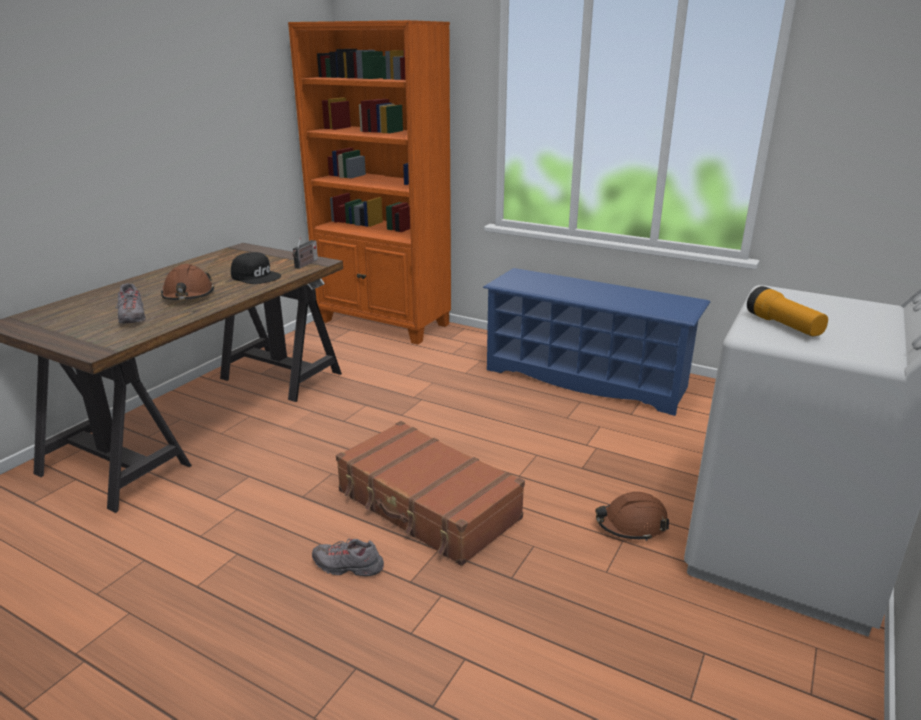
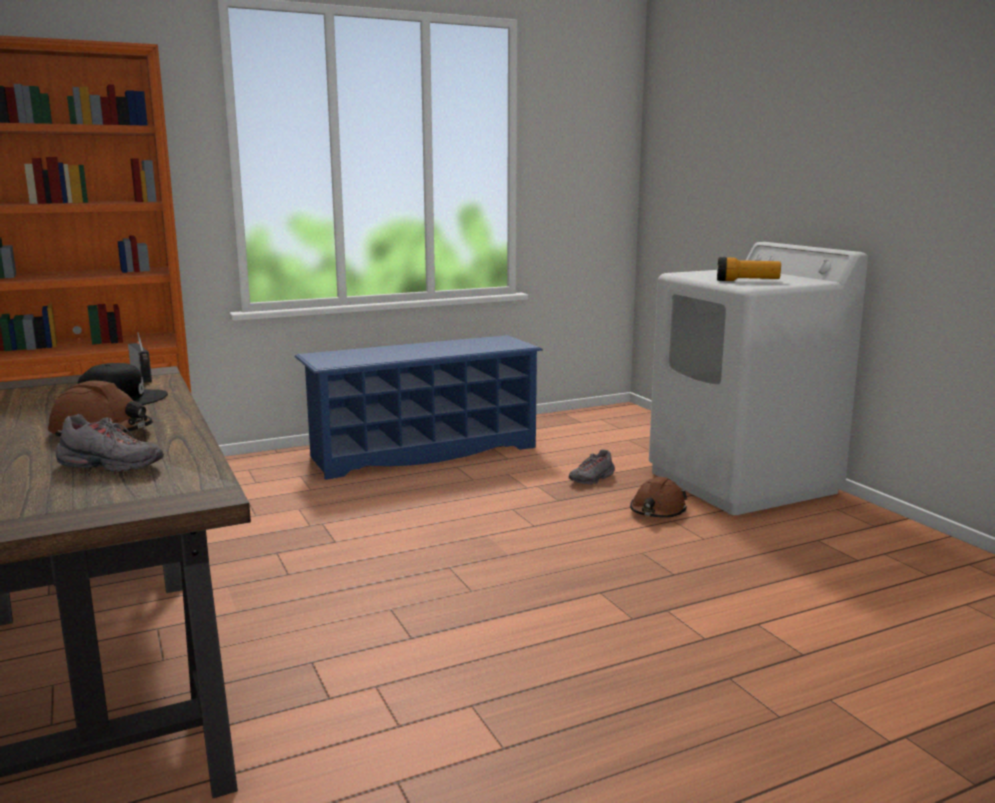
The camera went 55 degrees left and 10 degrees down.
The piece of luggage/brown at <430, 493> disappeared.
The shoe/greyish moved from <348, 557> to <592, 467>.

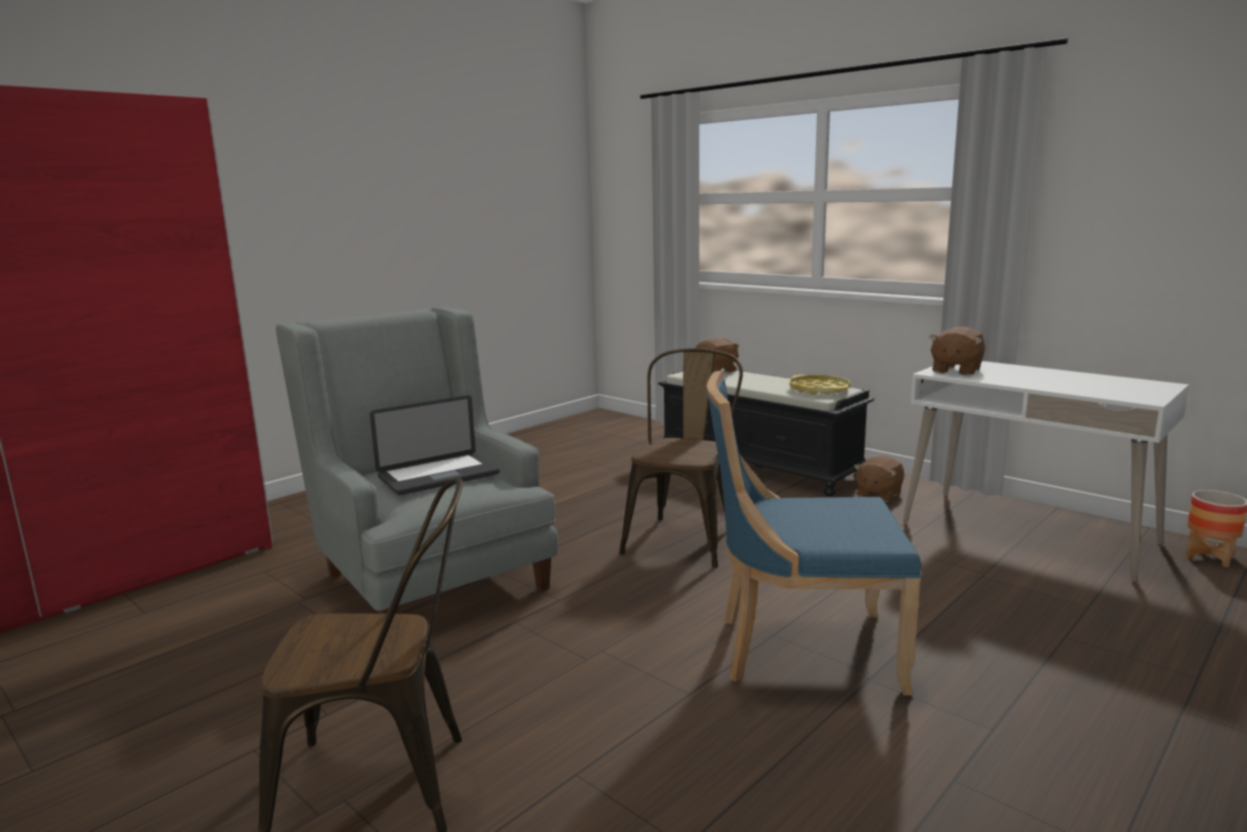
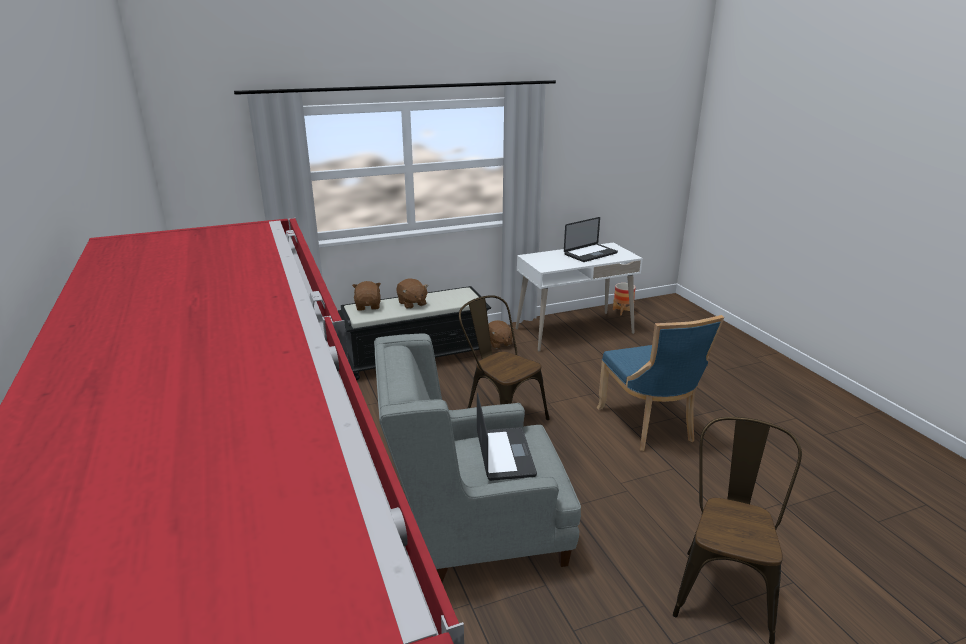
The camera went 65 degrees left and 10 degrees up.
The plush toy/brown moved from <957, 351> to <412, 294>.
The plain chair/blue at <814, 533> turned 45 degrees counterclockwise.
The carrying tray/yellow-coloured at <819, 385> disappeared.
The laptop at <591, 239> appeared.

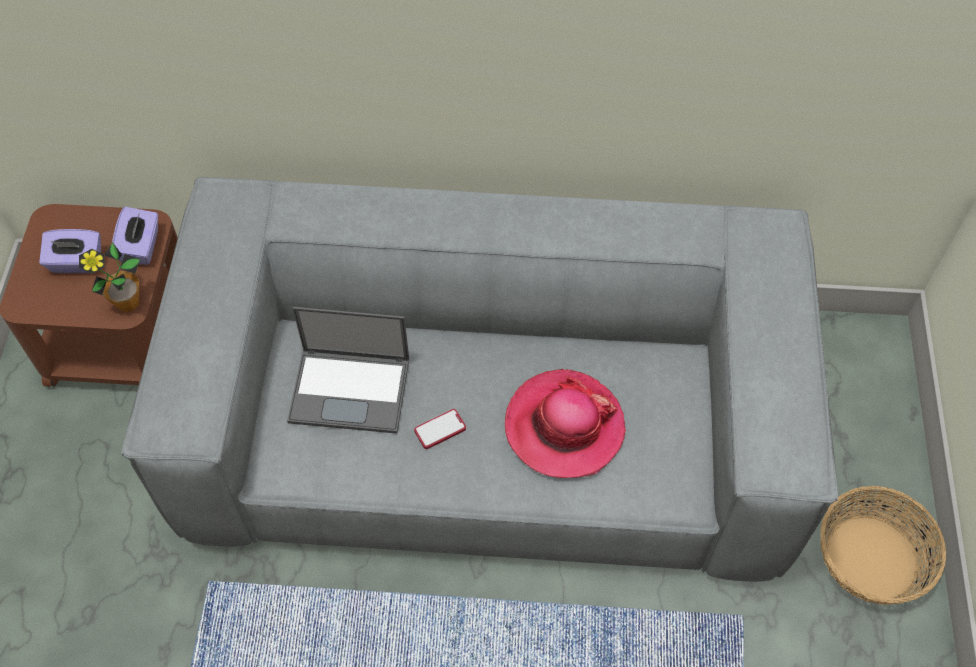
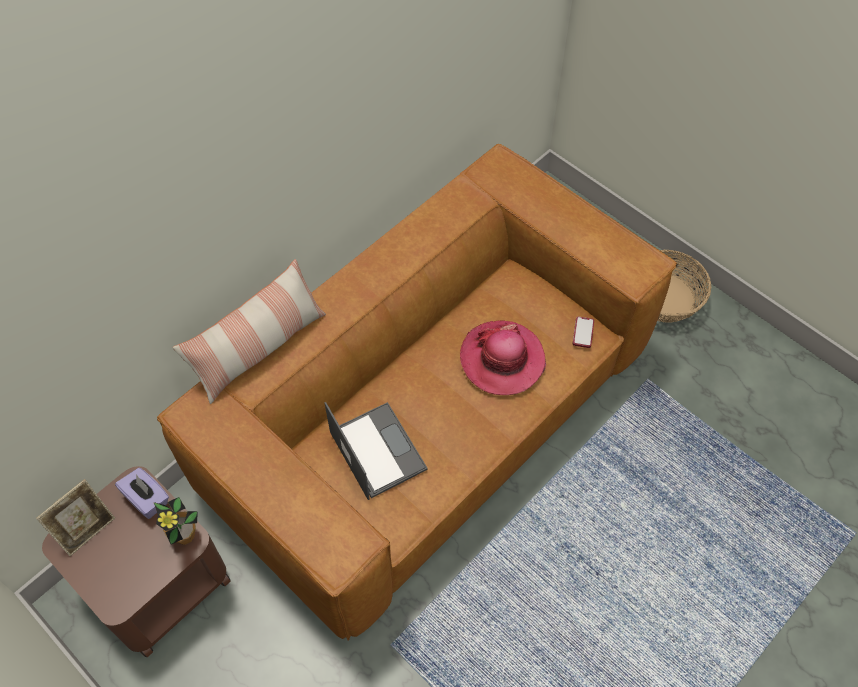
The camera went 50 degrees left and 0 degrees up.
The settee/greyish at <479, 379> became the settee/brown at <417, 392>.
The tissue box/purple at <70, 251> disappeared.
The laptop at <348, 370> turned 75 degrees counterclockwise.
The handset moved from <440, 429> to <583, 332>.
The cushion at <249, 331> appeared.
The standing frame at <75, 517> appeared.

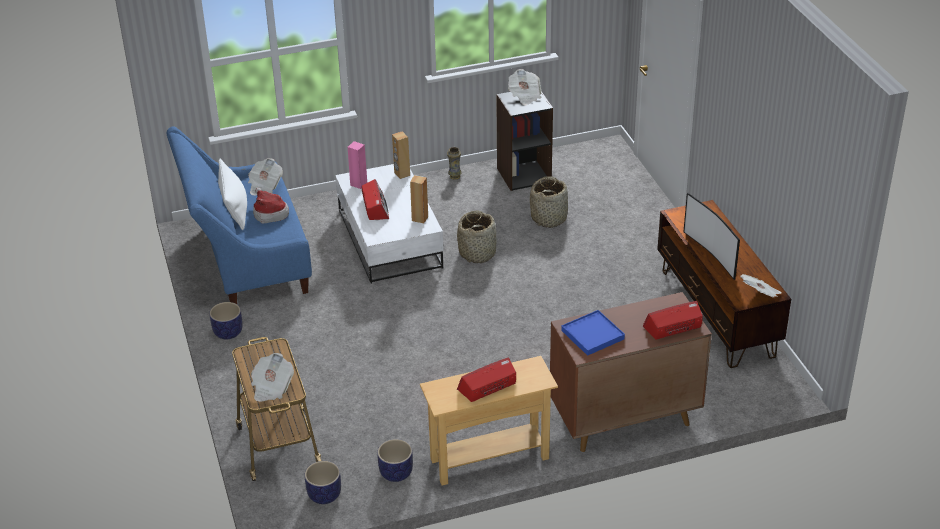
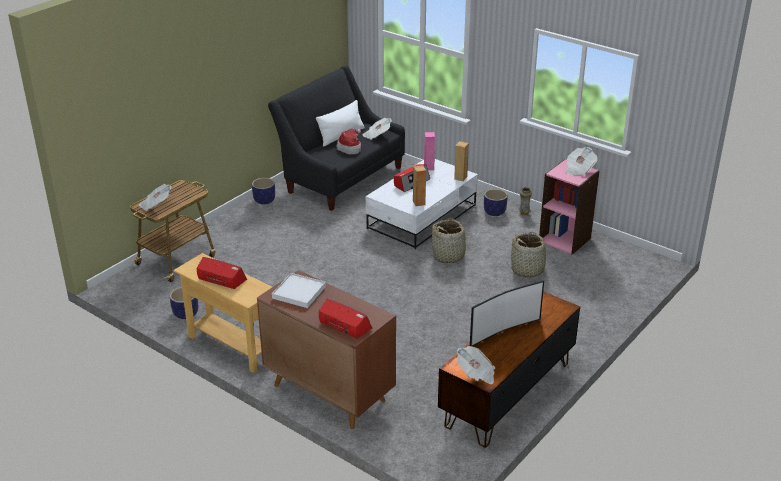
The camera went 55 degrees right and 5 degrees down.
The bookcase/black-coloured at <524, 141> became the bookcase/pink-coloured at <569, 207>.
The settee/blue at <239, 215> became the settee/black-coloured at <336, 138>.
The TV set at <711, 236> turned 150 degrees counterclockwise.
The carrying tray/blue at <593, 333> became the carrying tray/white-coloured at <299, 290>.
The planter moved from <323, 482> to <496, 202>.

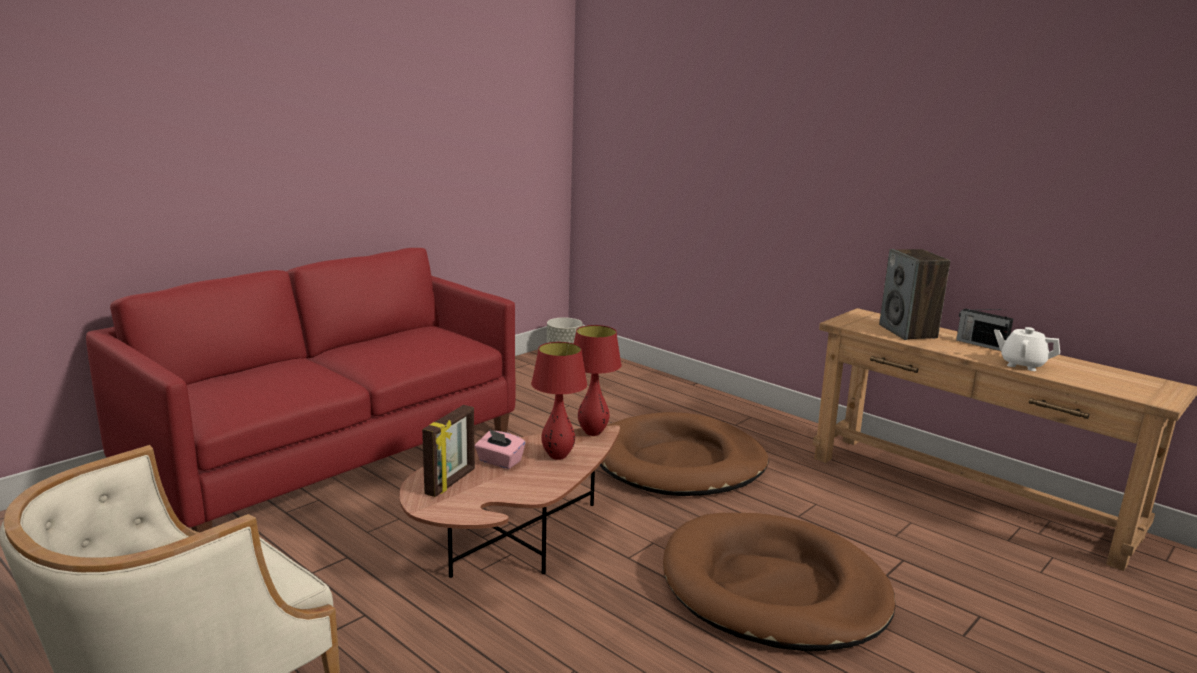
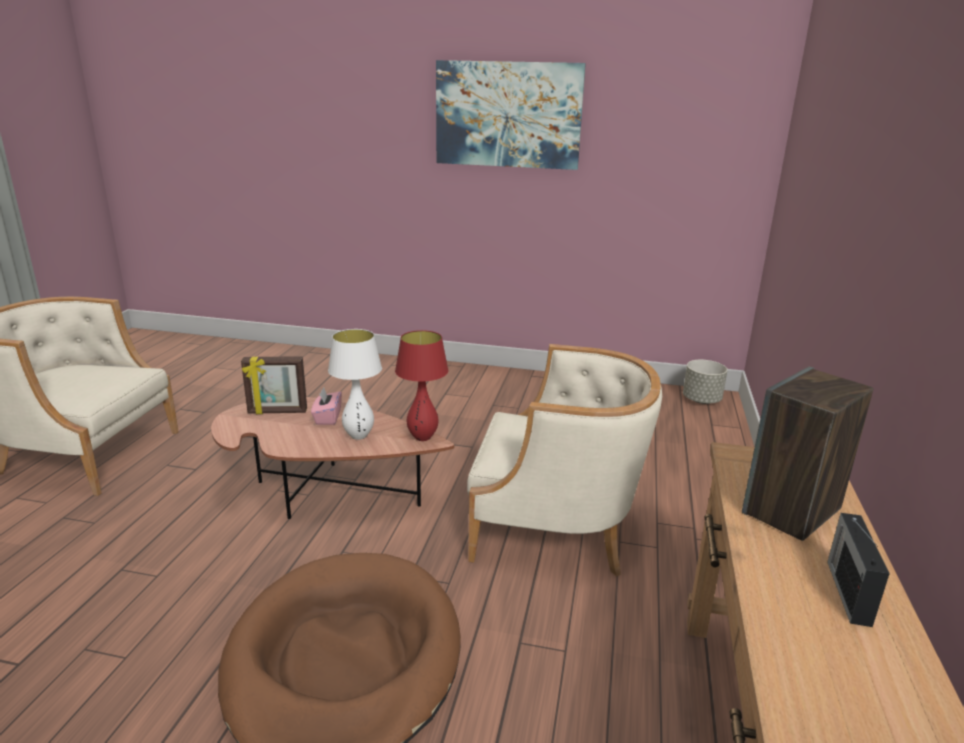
The camera went 60 degrees right and 5 degrees up.
The settee/red at <301, 390> disappeared.
The pot for tea/white-coloured at <1027, 349> disappeared.
The table lamp/red at <559, 401> became the table lamp/white-coloured at <355, 384>.
The dog cushion/brown at <684, 454> was replaced by the armchair/beige-coloured at <564, 460>.
The wall art at <511, 115> appeared.

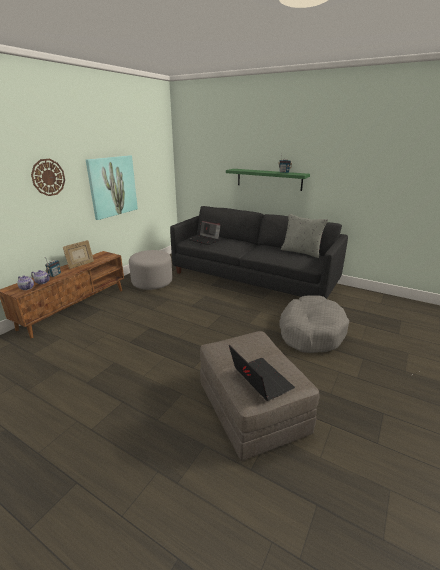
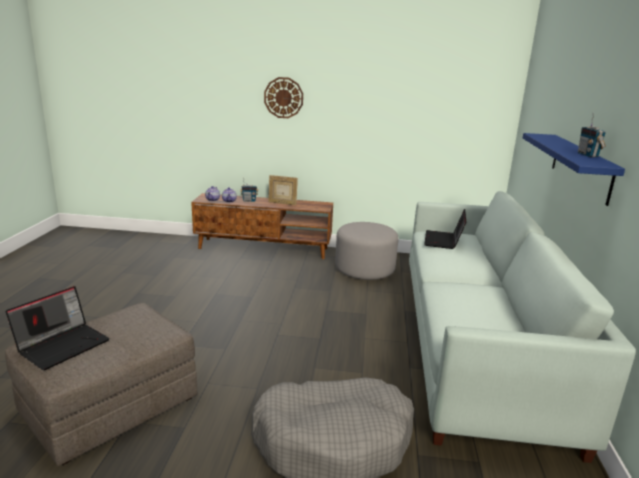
The camera went 65 degrees right and 5 degrees down.
The wall art at <112, 187> disappeared.
The wall shelf/green at <268, 180> became the wall shelf/blue at <574, 169>.
The settee/black-coloured at <259, 252> became the settee/white-coloured at <522, 327>.
The cushion/greyish at <304, 236> disappeared.

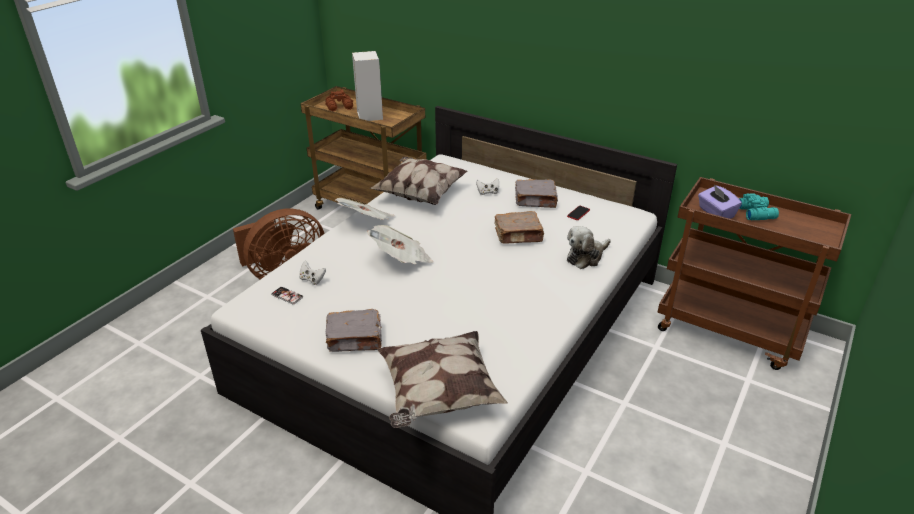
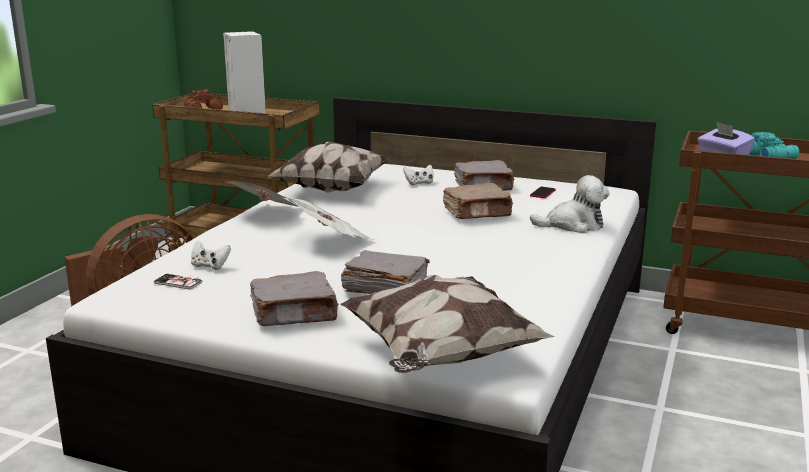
The camera went 10 degrees left and 15 degrees down.
The plush toy at <589, 247> turned 135 degrees counterclockwise.
The bound book/greyish at <385, 272> appeared.

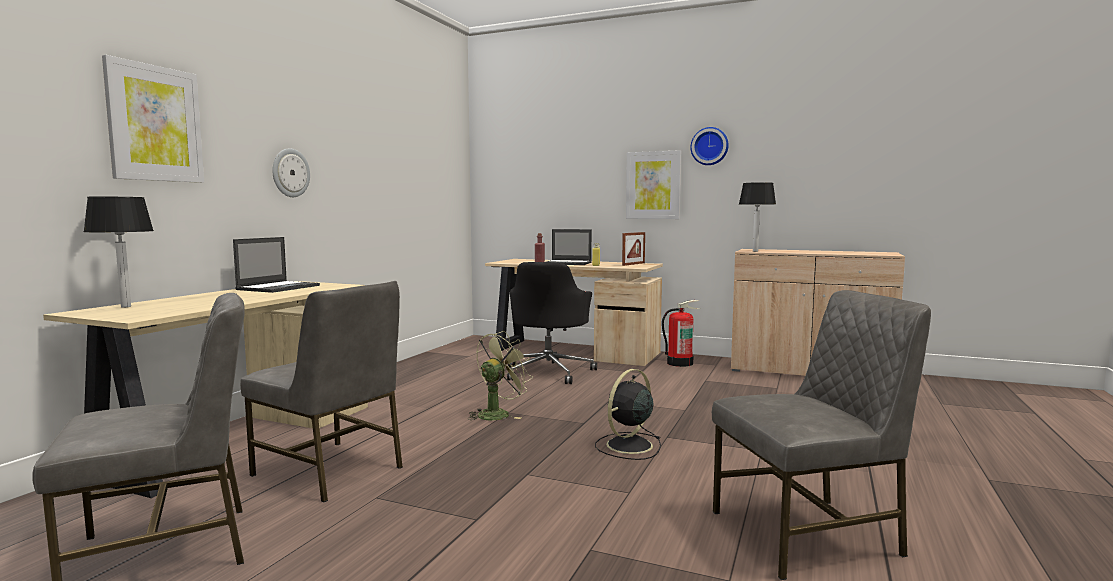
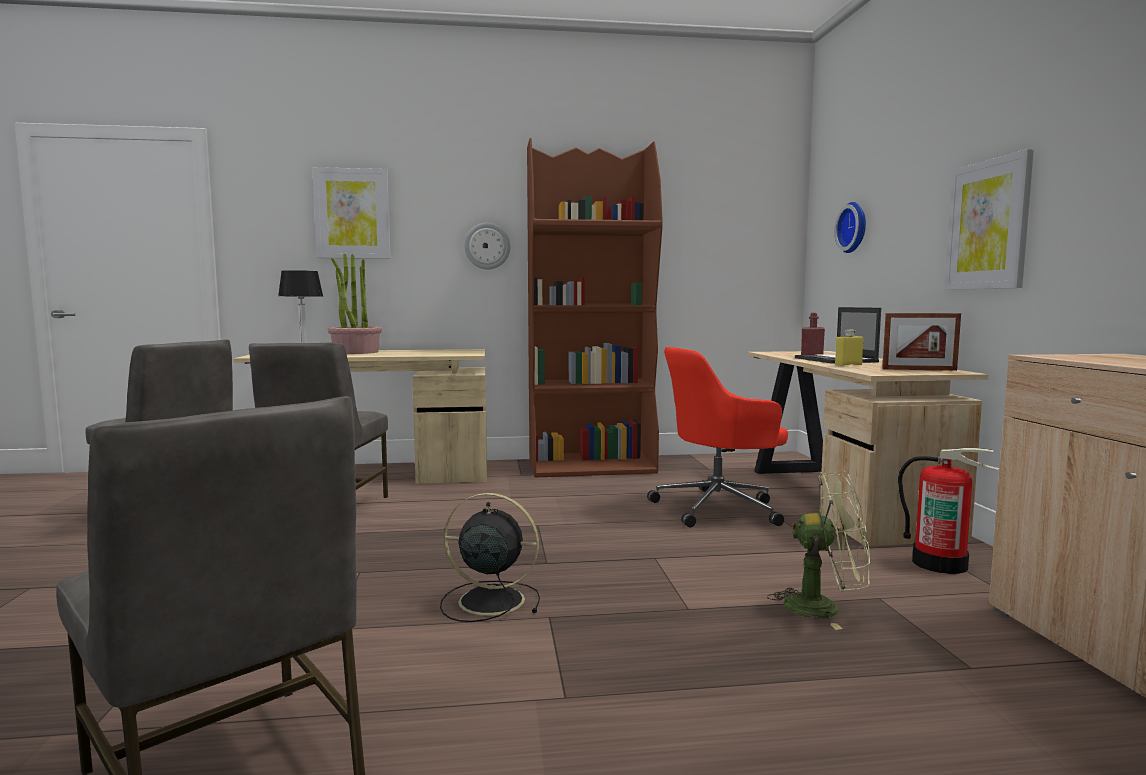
The camera went 60 degrees right and 0 degrees up.
The hanging clock moved from <709, 146> to <850, 227>.
The table lamp at <757, 217> disappeared.
The laptop at <276, 265> disappeared.
The desk chair/black-coloured at <552, 323> became the desk chair/red at <717, 437>.
The fan/green moved from <500, 375> to <818, 550>.
The bookcase/brown at <595, 307> appeared.
The potted plant at <355, 304> appeared.

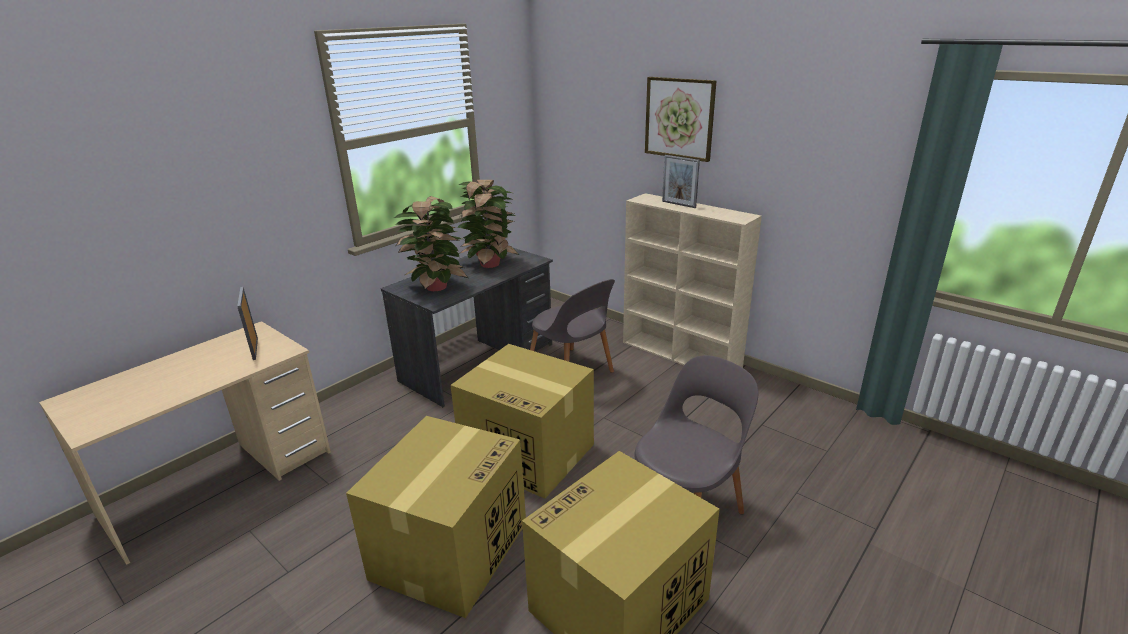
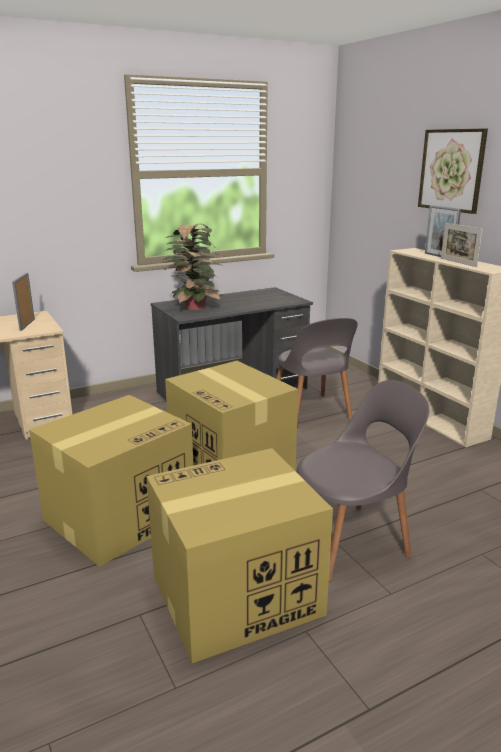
The camera went 20 degrees right and 5 degrees down.
The potted plant at <488, 224> disappeared.
The standing frame at <461, 245> appeared.

